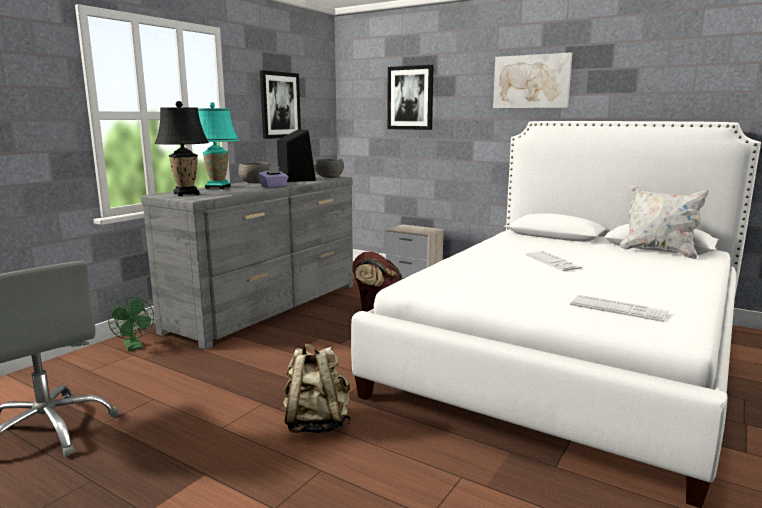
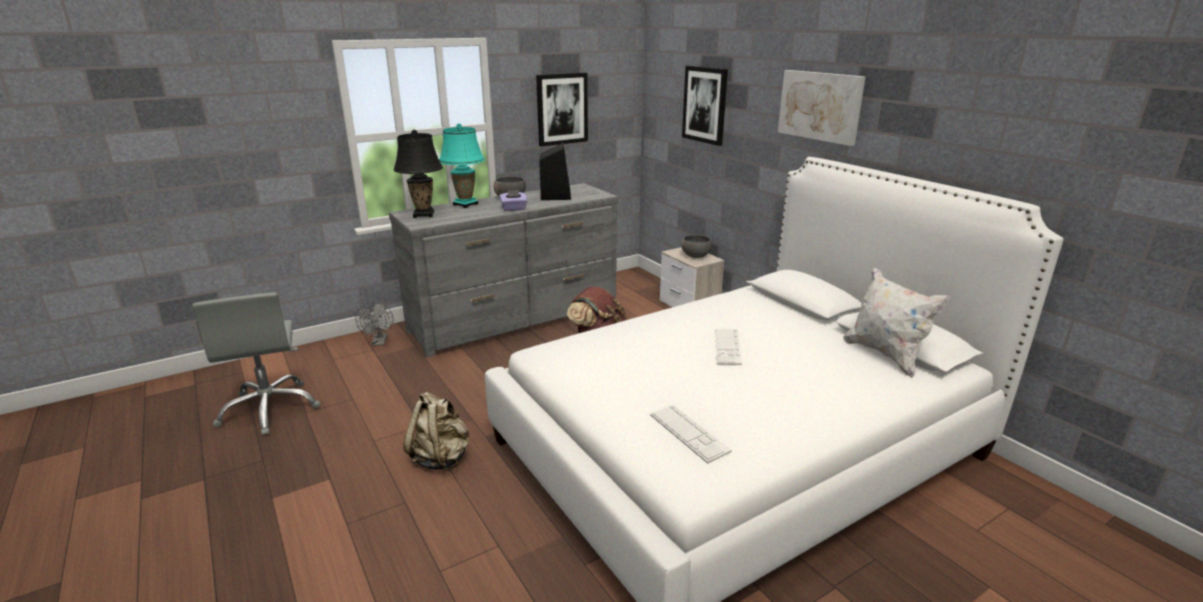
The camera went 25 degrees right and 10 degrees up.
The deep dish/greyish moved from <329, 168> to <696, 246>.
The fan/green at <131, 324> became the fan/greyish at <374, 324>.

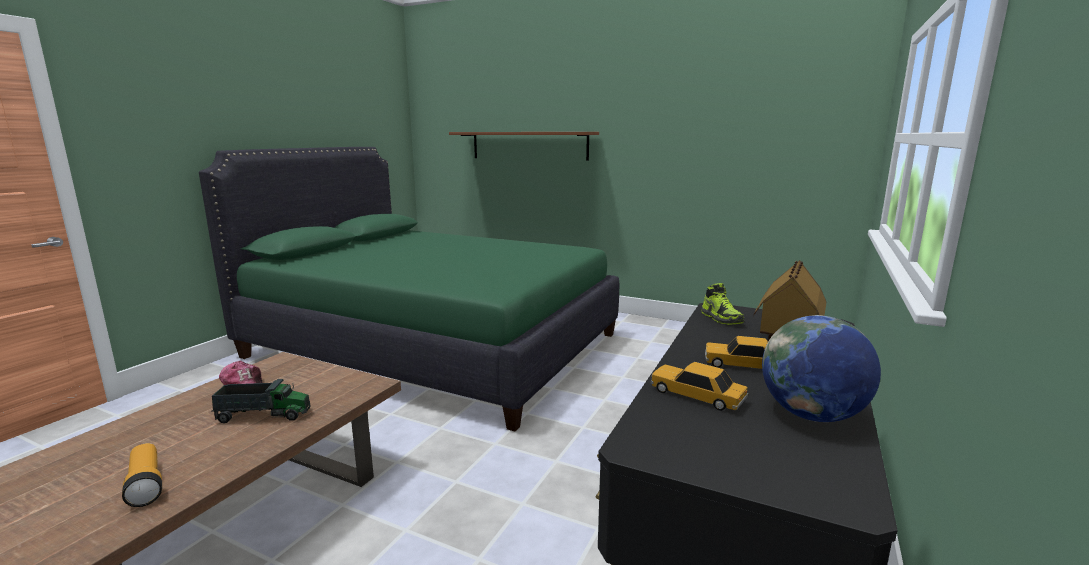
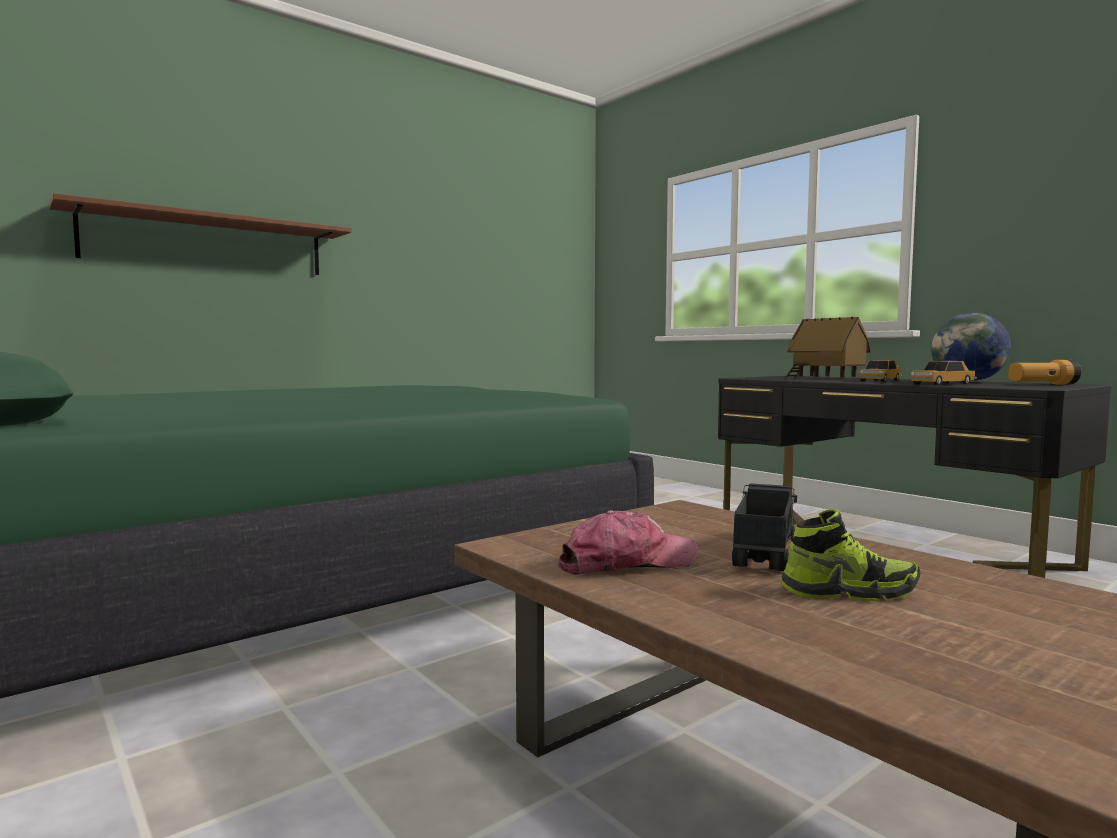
The camera went 65 degrees left and 10 degrees down.
The shoe moved from <722, 304> to <851, 555>.
The torch moved from <142, 475> to <1045, 372>.

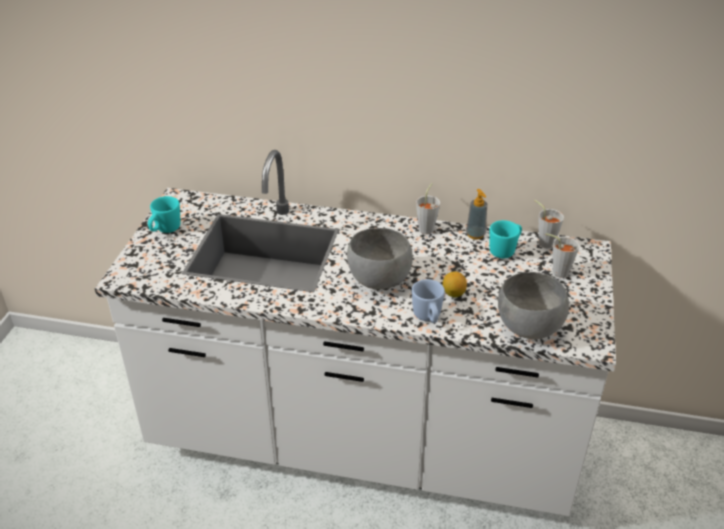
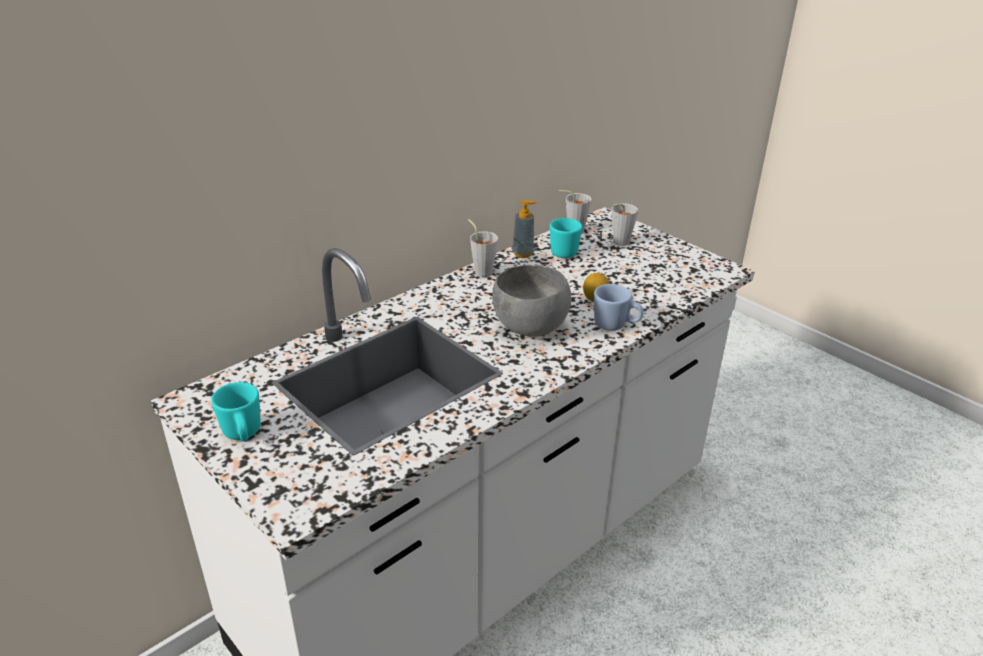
The camera went 55 degrees left and 5 degrees down.
The deep dish/greyish at <533, 305> disappeared.

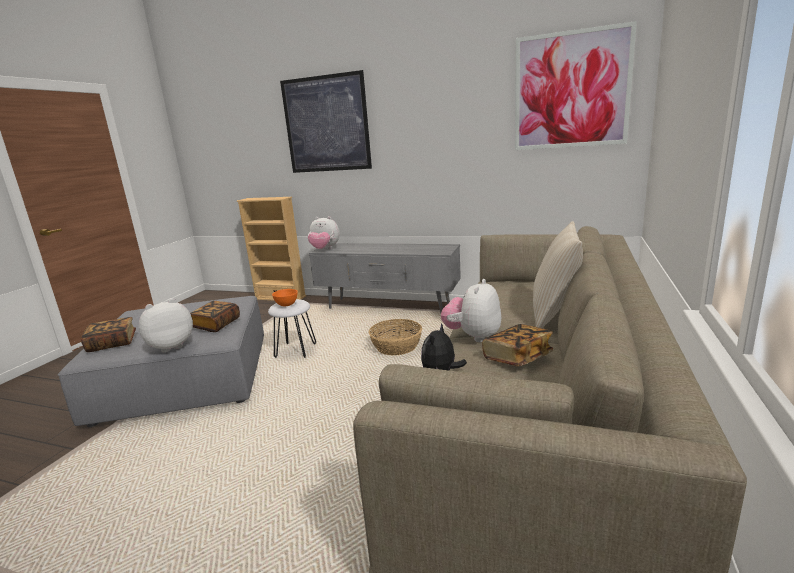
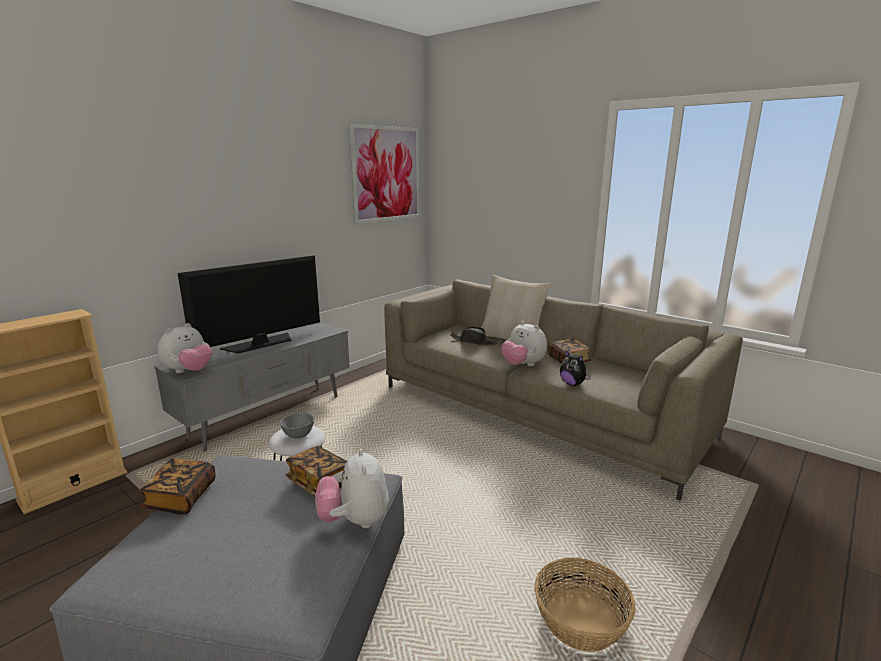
The camera went 70 degrees left and 0 degrees up.
The wall art at <326, 121> disappeared.
The deep dish/orangey at <285, 297> became the deep dish/greyish at <297, 426>.
The bound book moved from <108, 334> to <177, 486>.
The household basket moved from <395, 337> to <584, 605>.
The TV set at <249, 304> appeared.
The clothing hat/black-coloured at <473, 336> appeared.

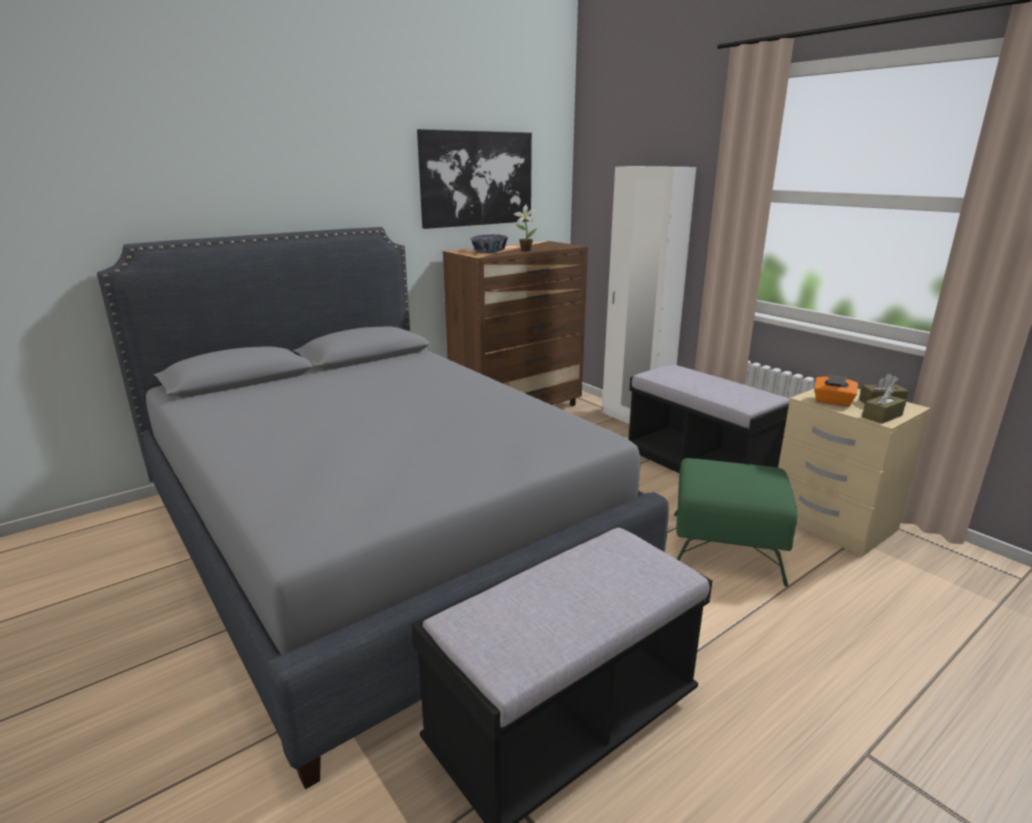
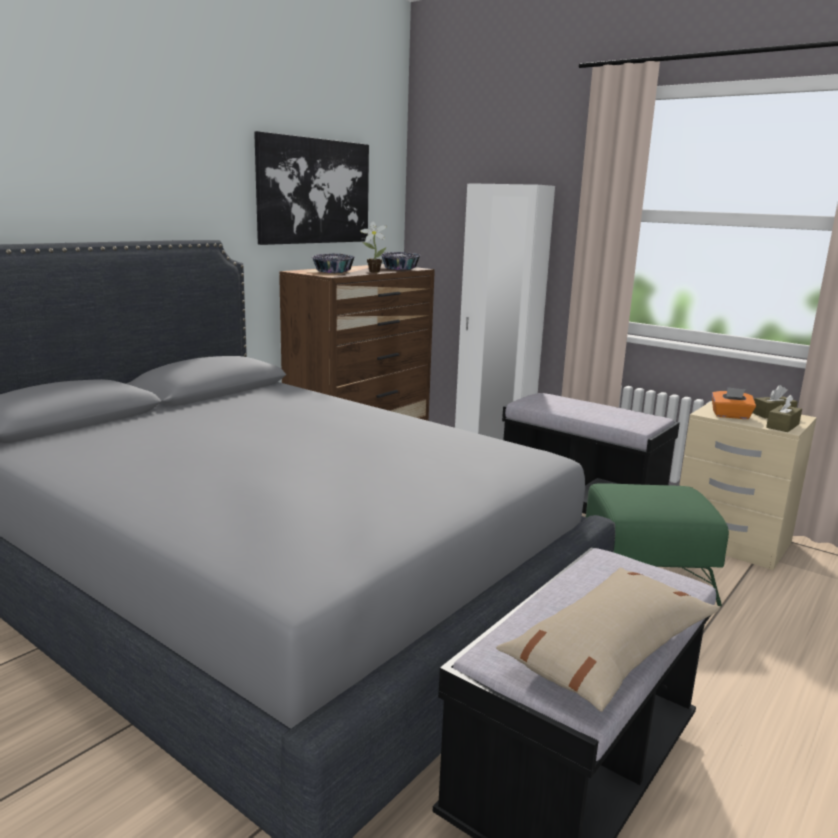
The camera went 15 degrees left and 5 degrees down.
The deep dish at <400, 261> appeared.
The cushion/beige-coloured at <608, 640> appeared.

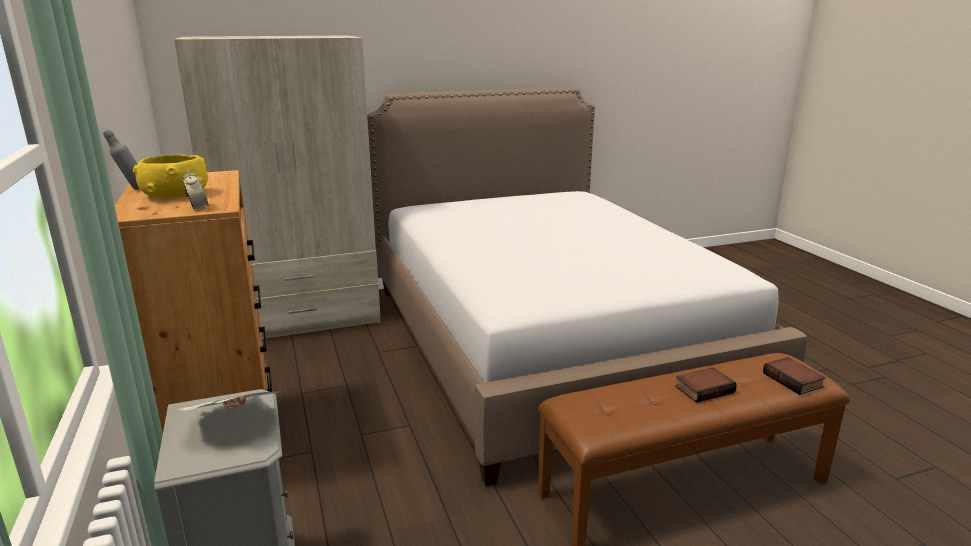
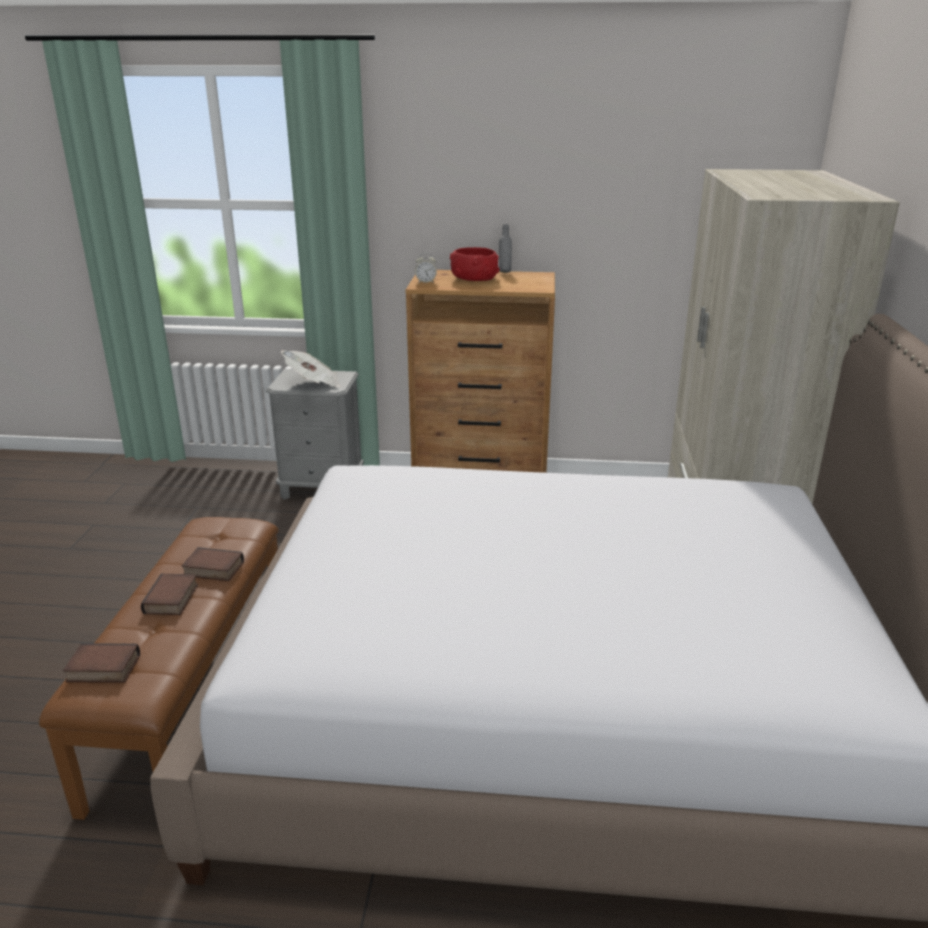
The camera went 115 degrees right and 5 degrees up.
The deep dish/yellow-coloured at <170, 176> became the deep dish/red at <475, 264>.
The bound book at <212, 564> appeared.

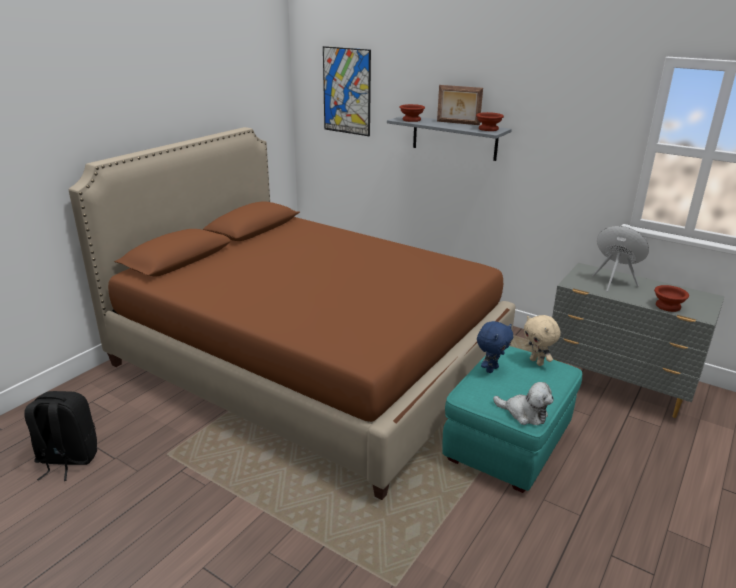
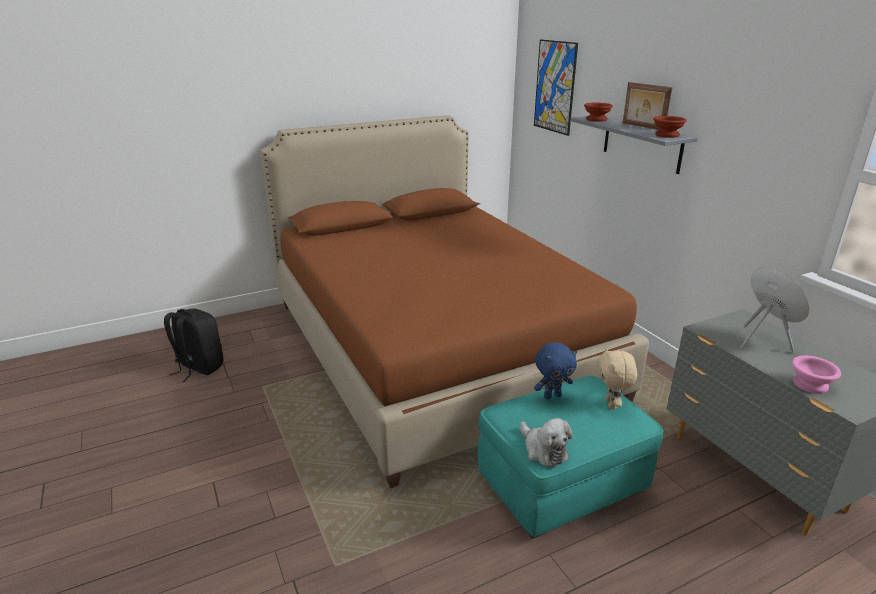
The camera went 30 degrees right and 0 degrees up.
The deep dish/brown at <671, 298> became the deep dish/pink-coloured at <816, 374>.

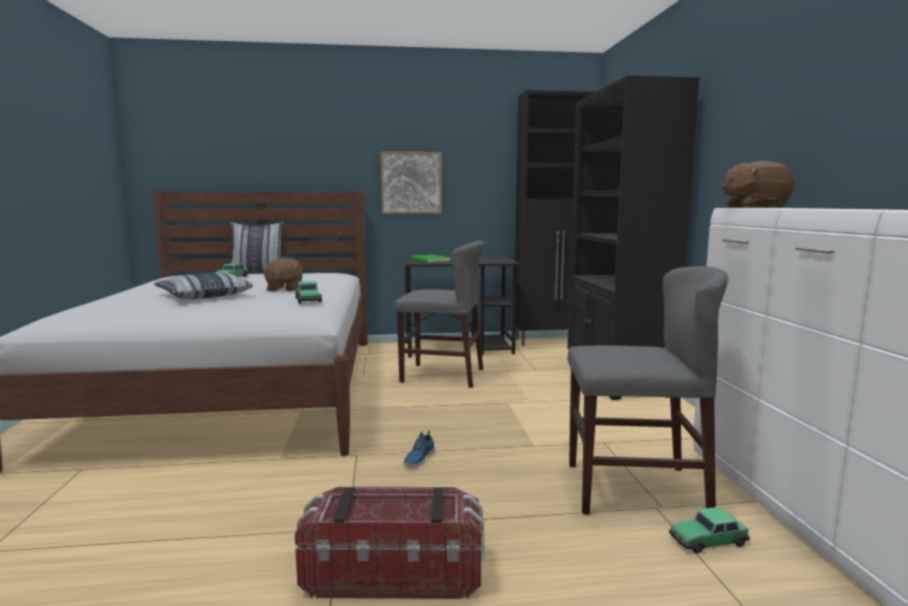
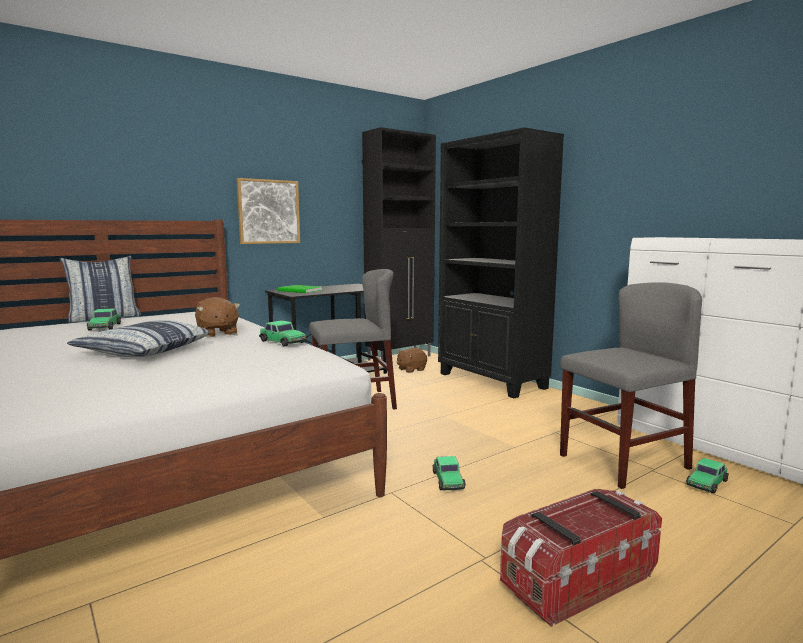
The camera went 30 degrees left and 0 degrees up.
The plush toy/brown moved from <758, 184> to <412, 360>.
The shoe at <419, 448> was replaced by the miniature car at <449, 473>.

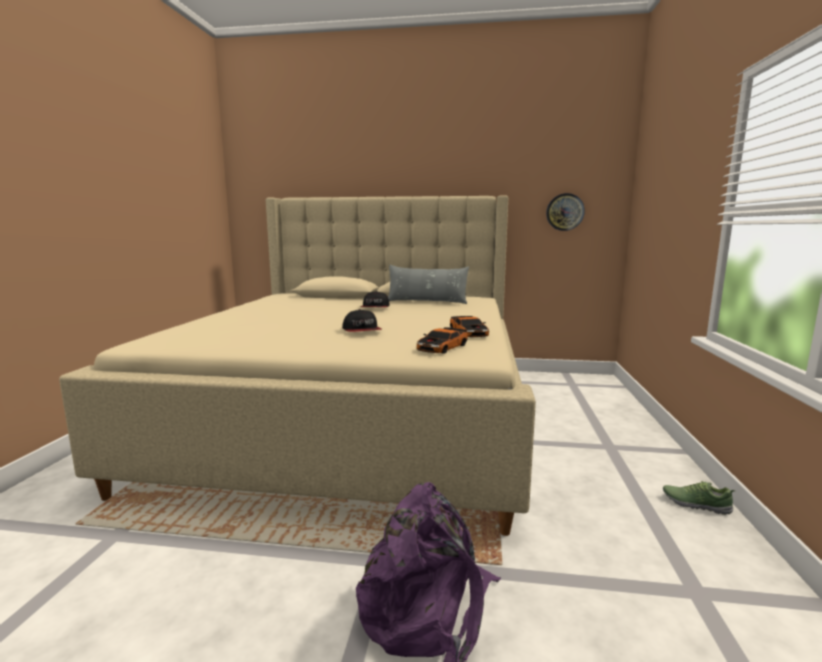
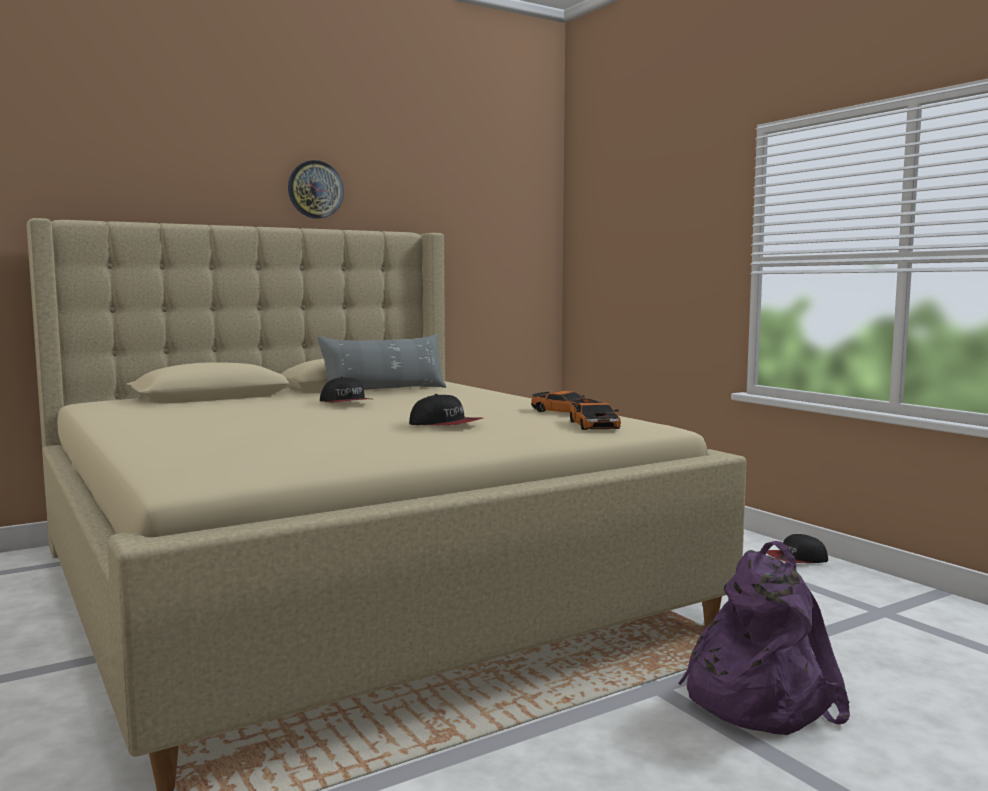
The camera went 40 degrees left and 5 degrees down.
The hanging clock moved from <565, 212> to <316, 189>.
The shoe at <699, 498> was replaced by the cap at <797, 548>.

